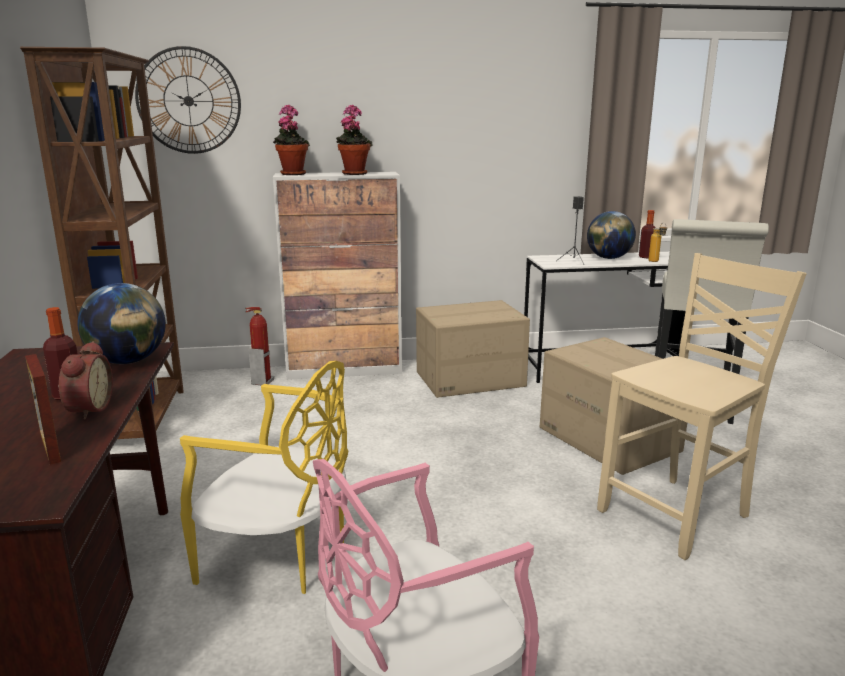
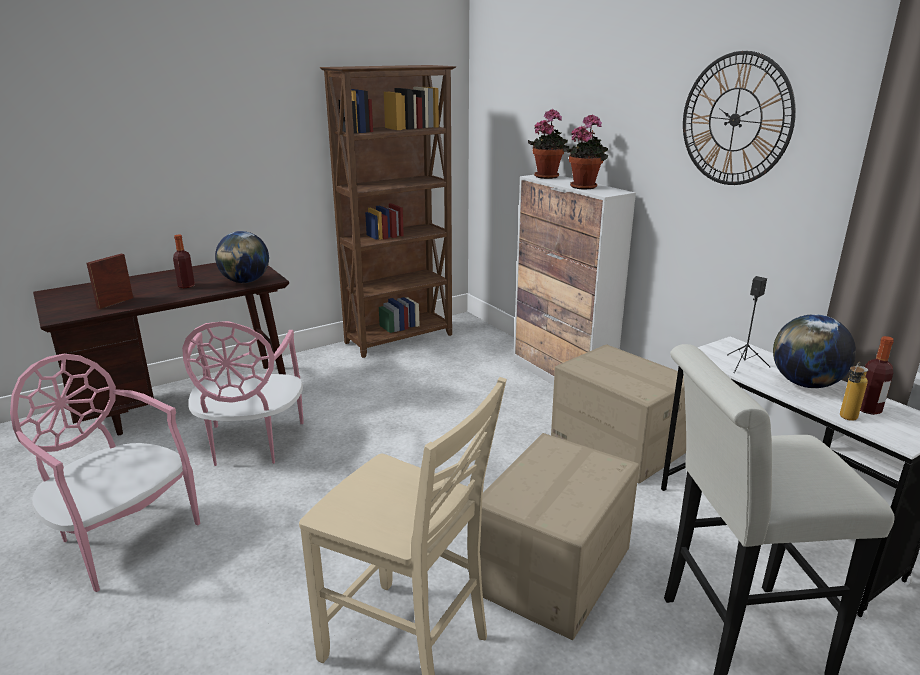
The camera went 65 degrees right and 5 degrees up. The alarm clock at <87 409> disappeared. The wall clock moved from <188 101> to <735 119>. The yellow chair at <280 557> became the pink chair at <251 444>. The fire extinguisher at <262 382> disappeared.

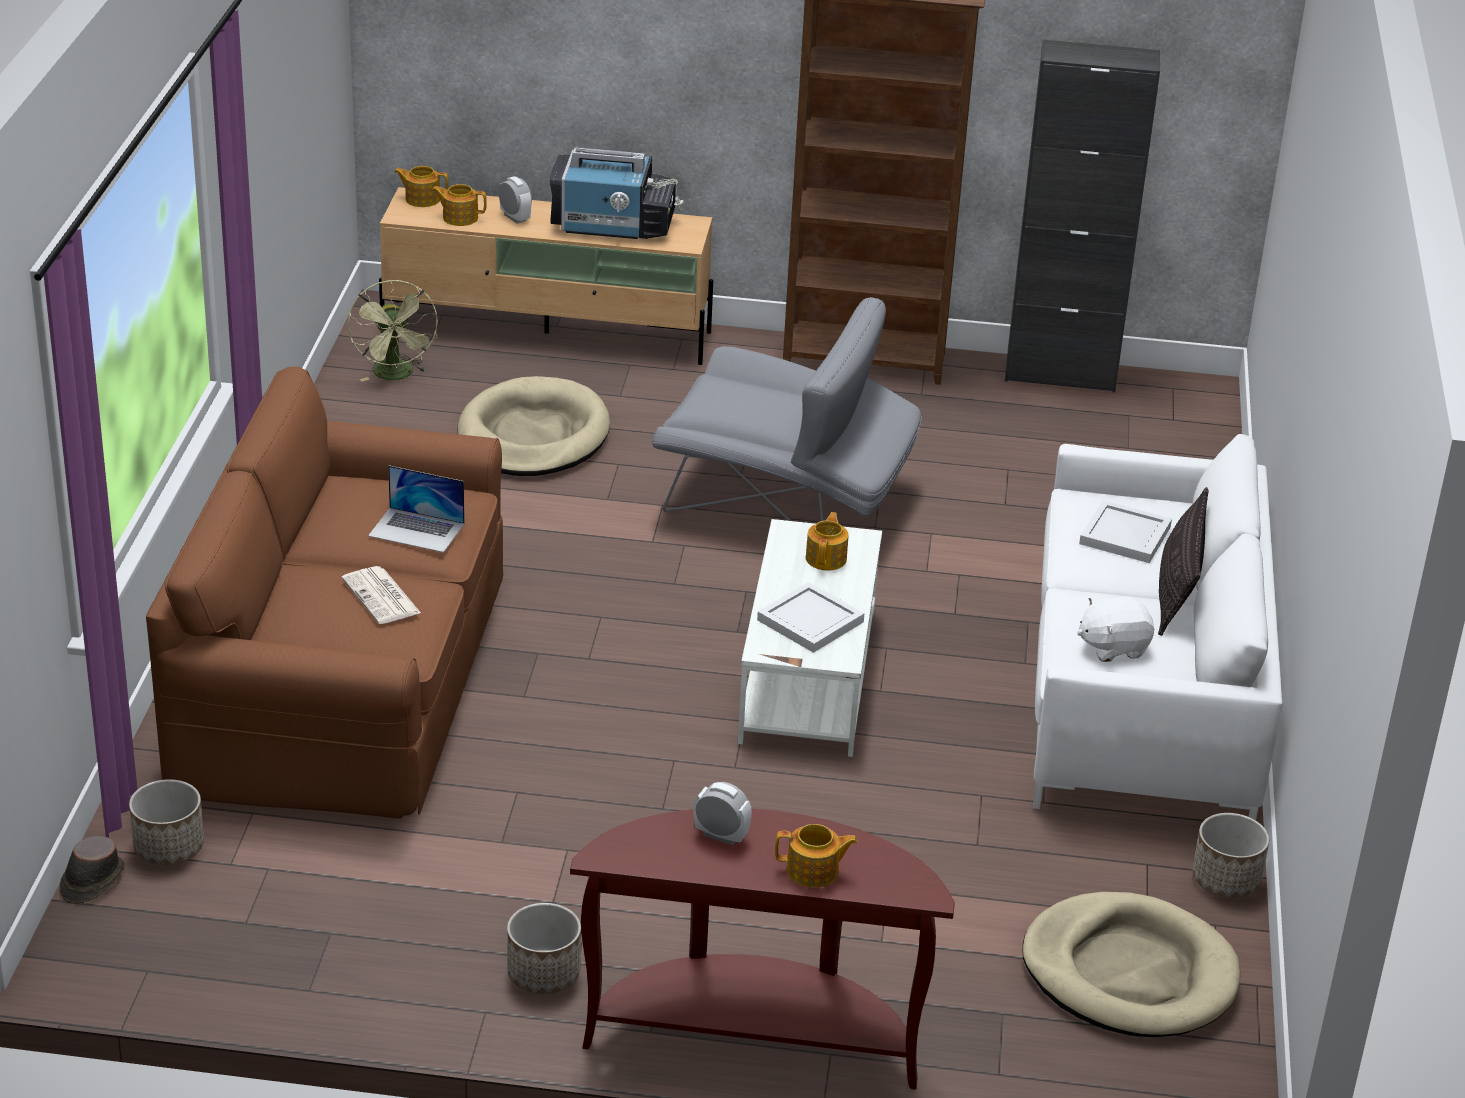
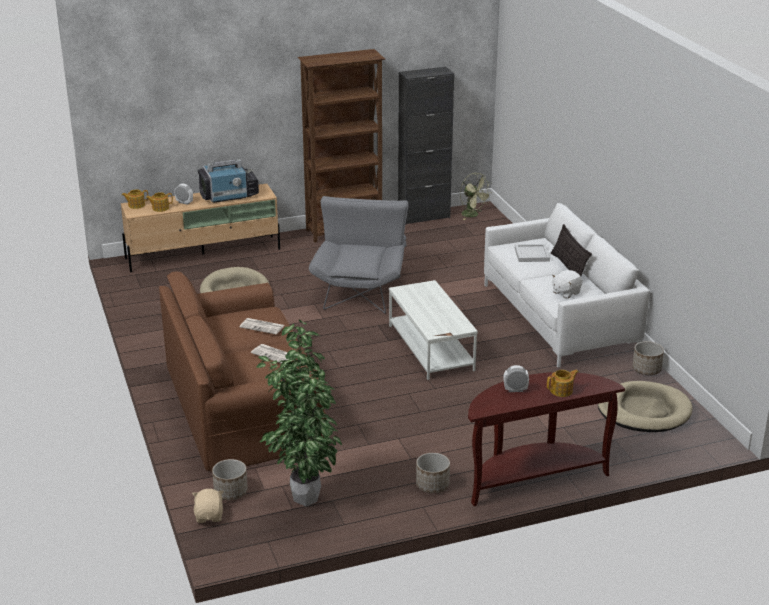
The camera went 25 degrees left and 5 degrees down. The brown hat at <92 881> was replaced by the beige plush toy at <209 516>. The green fan moved from <396 376> to <473 215>. The laptop at <417 530> was replaced by the newspaper at <262 326>. The grey armchair at <785 500> turned 75 degrees counterclockwise. The white tray at <810 622> disappeared. The teapot at <826 558> disappeared. The potted plant at <302 498> appeared.

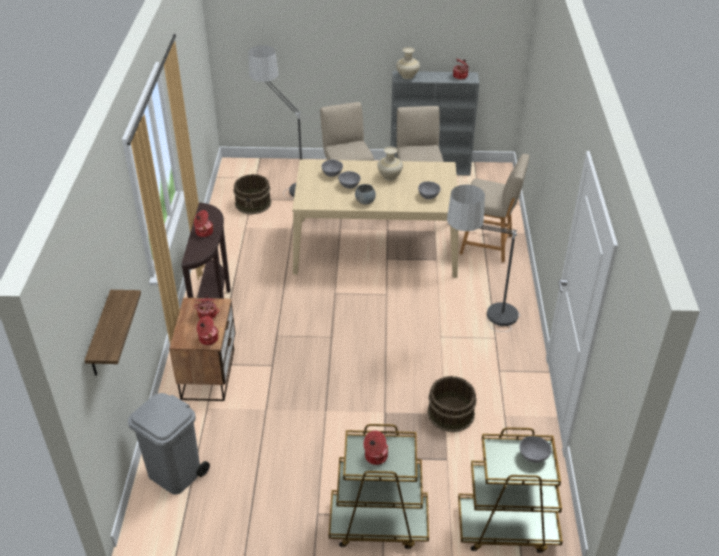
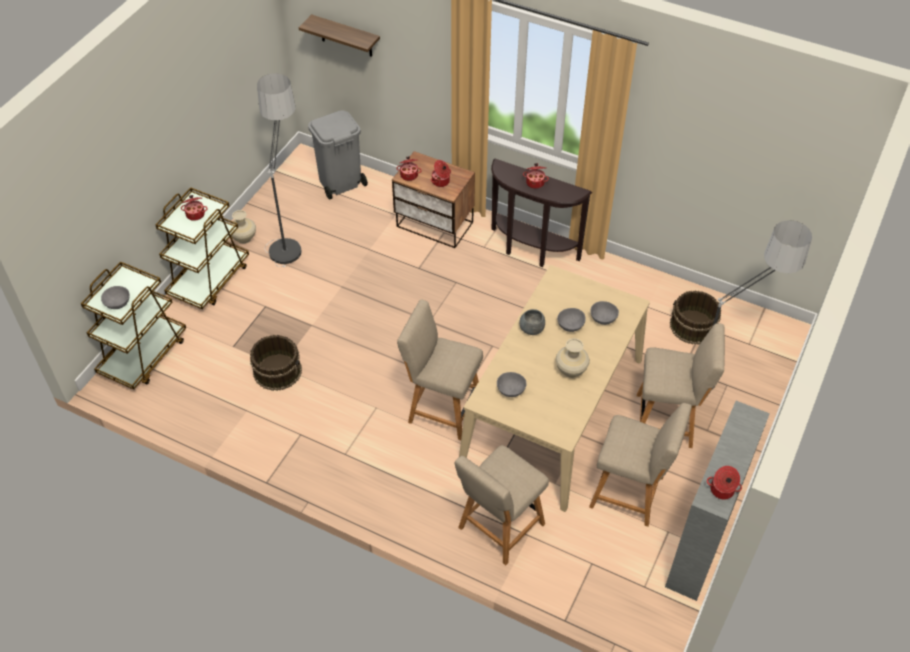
The camera went 115 degrees right and 10 degrees up. The beige vase moved from <407 76> to <244 238>. The floor lamp moved from <479 323> to <288 234>. The beige chair at <441 408> appeared.

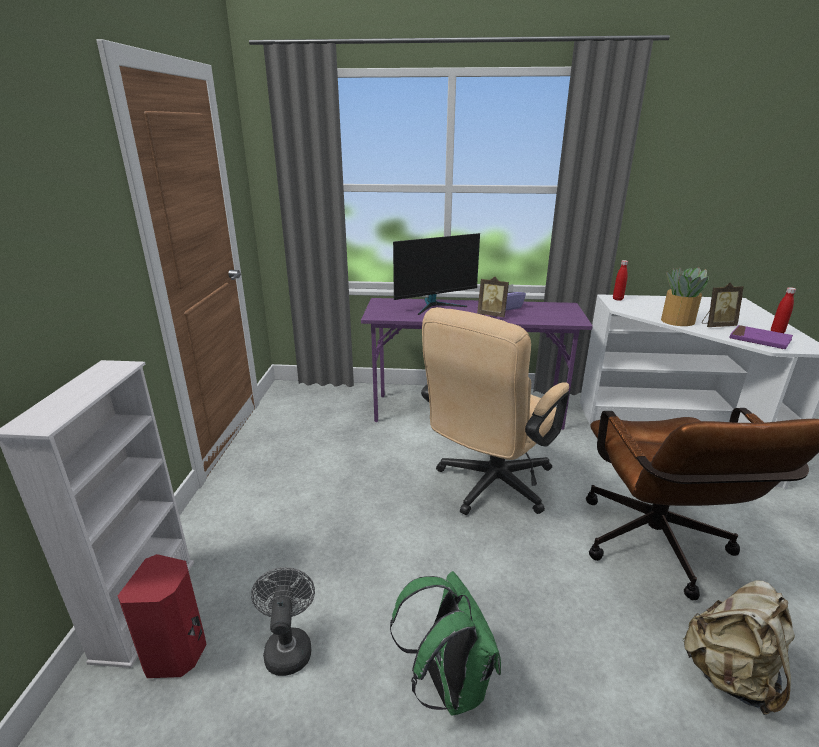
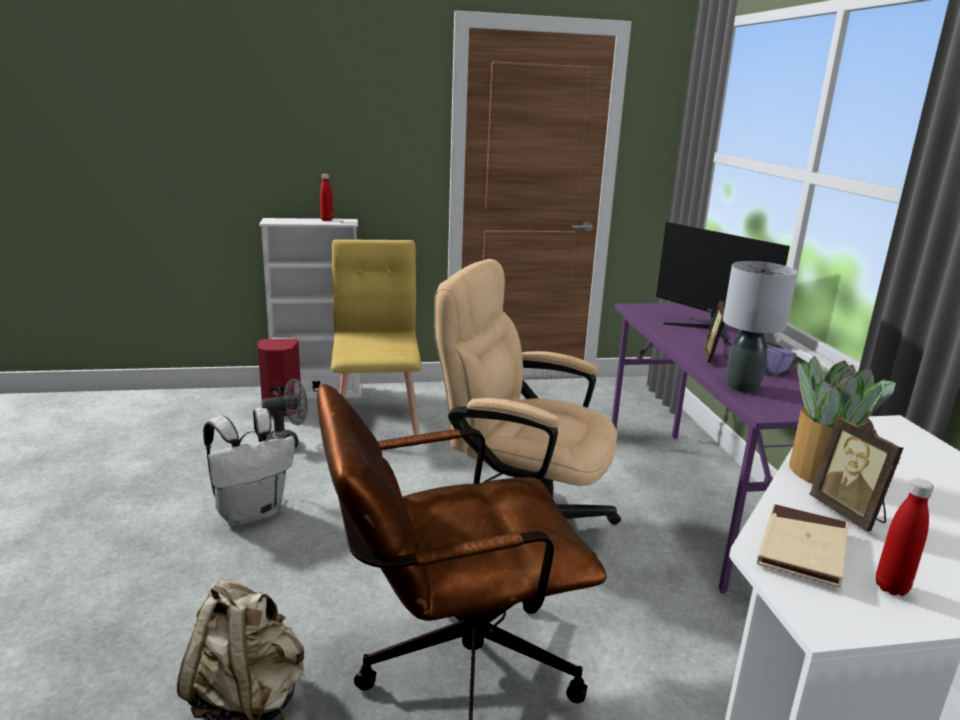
The camera went 75 degrees right and 5 degrees down. The green backpack at <448 684> became the white backpack at <251 512>. The red bottle moved from <617 299> to <326 220>. The purple book at <759 340> became the beige book at <802 549>. The yellow chair at <377 422> appeared. The grey table lamp at <741 387> appeared.

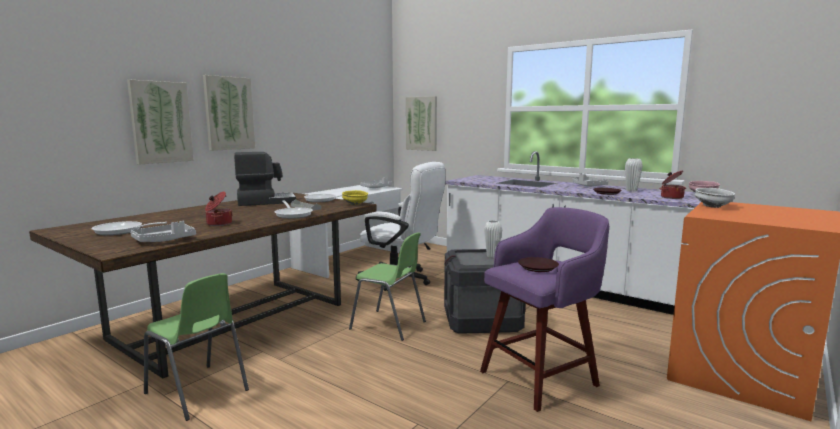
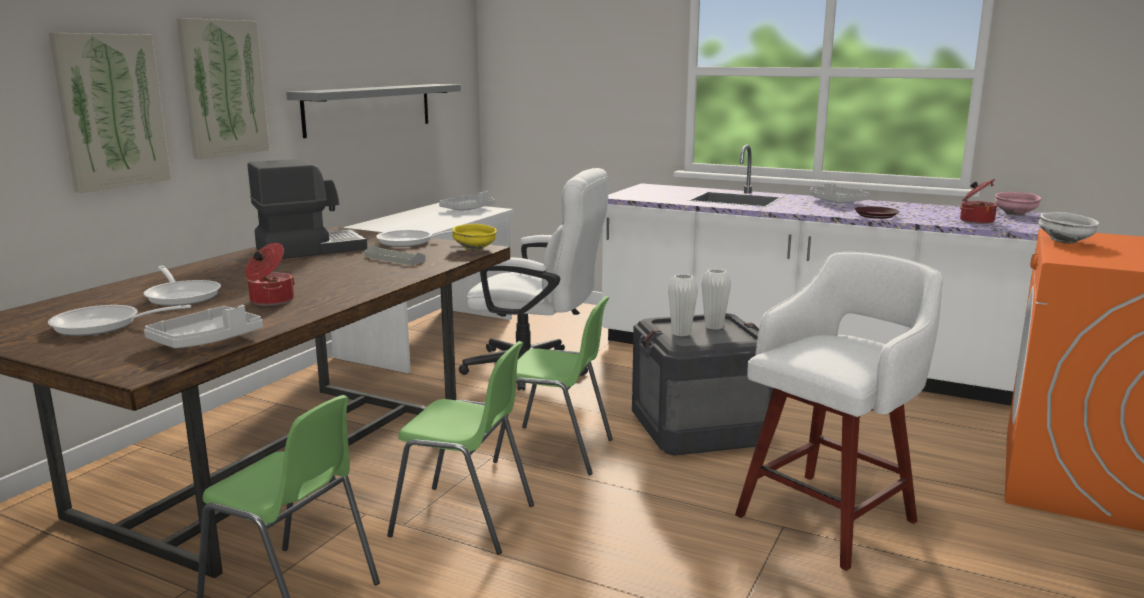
The camera went 10 degrees left and 5 degrees up. The frying pan moved from <293 214> to <182 296>. The picture at <422 123> disappeared. The purple stool at <541 377> became the white stool at <829 516>. The brown plate at <537 268> disappeared. The white vase moved from <631 190> to <681 333>. The grey shelf at <369 108> appeared. The green chair at <465 520> appeared.

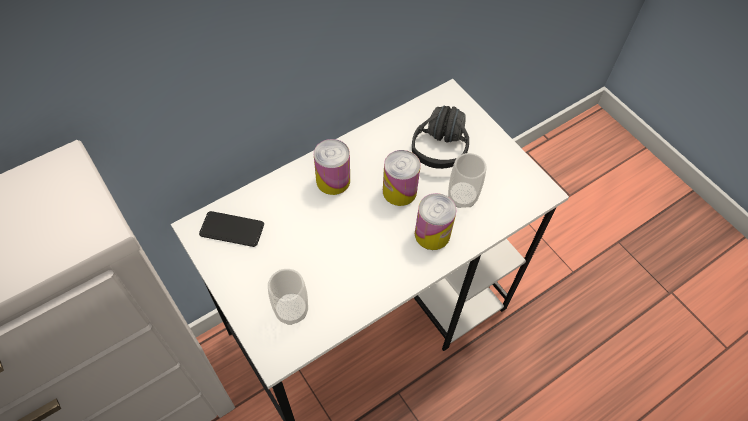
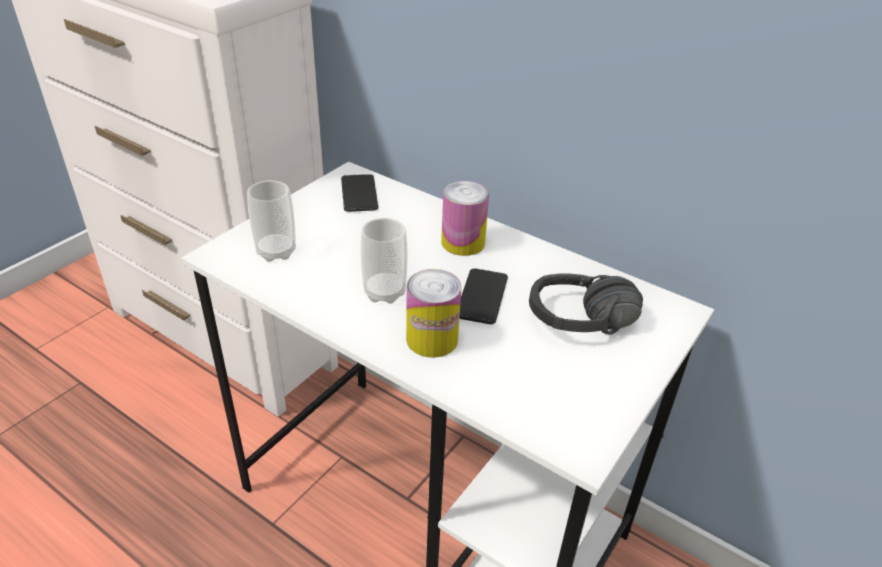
The camera went 70 degrees right and 20 degrees down. The can at <399 191> was replaced by the phone at <482 297>. The cup moved from <462 197> to <384 292>.

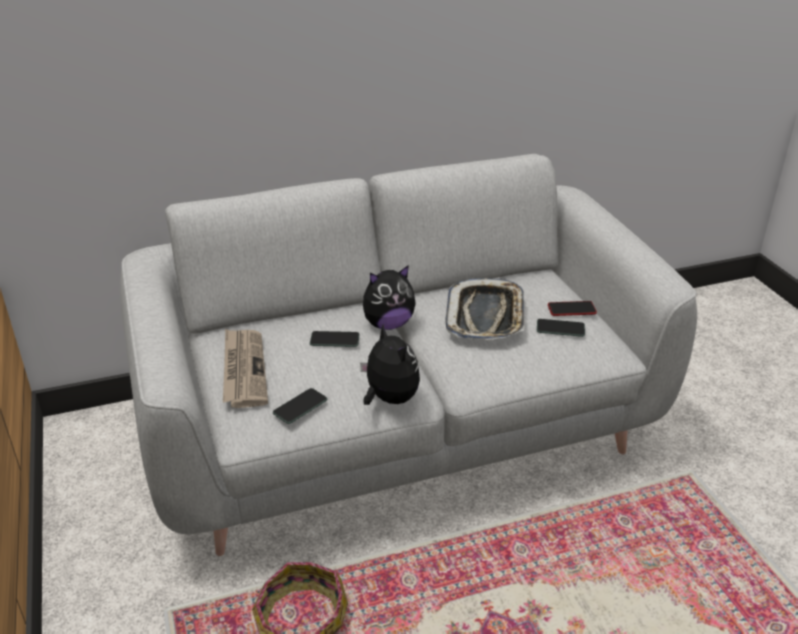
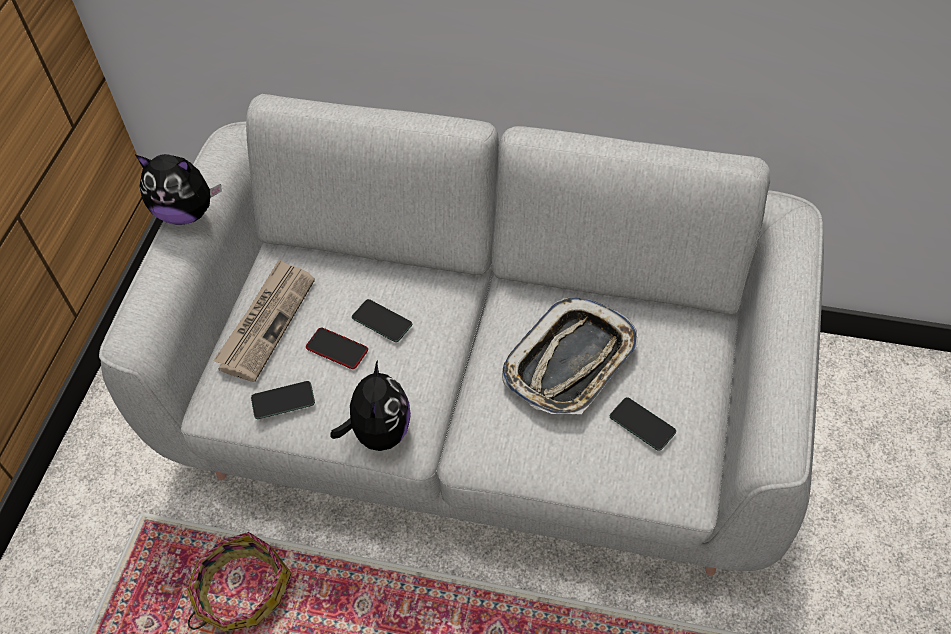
The camera went 35 degrees right and 20 degrees up. The plush toy moved from <388 324> to <186 212>. The phone moved from <571 309> to <337 349>.

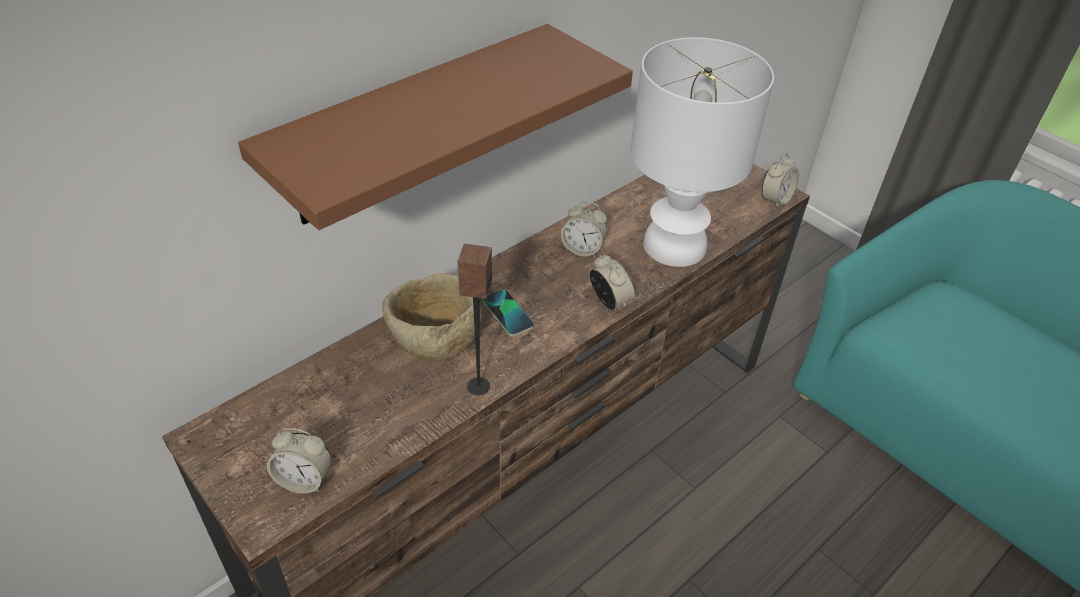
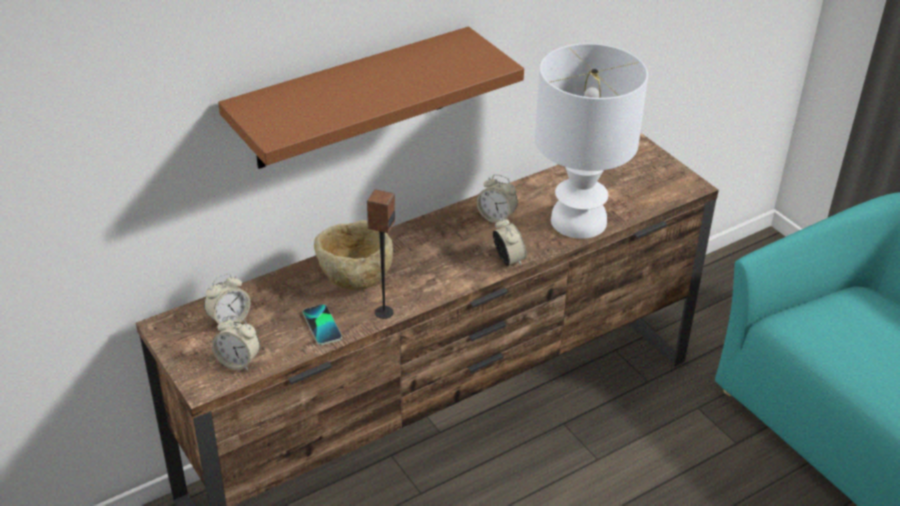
The camera went 10 degrees right and 5 degrees down. The phone moved from <508 313> to <322 325>. The alarm clock moved from <775 199> to <229 320>.

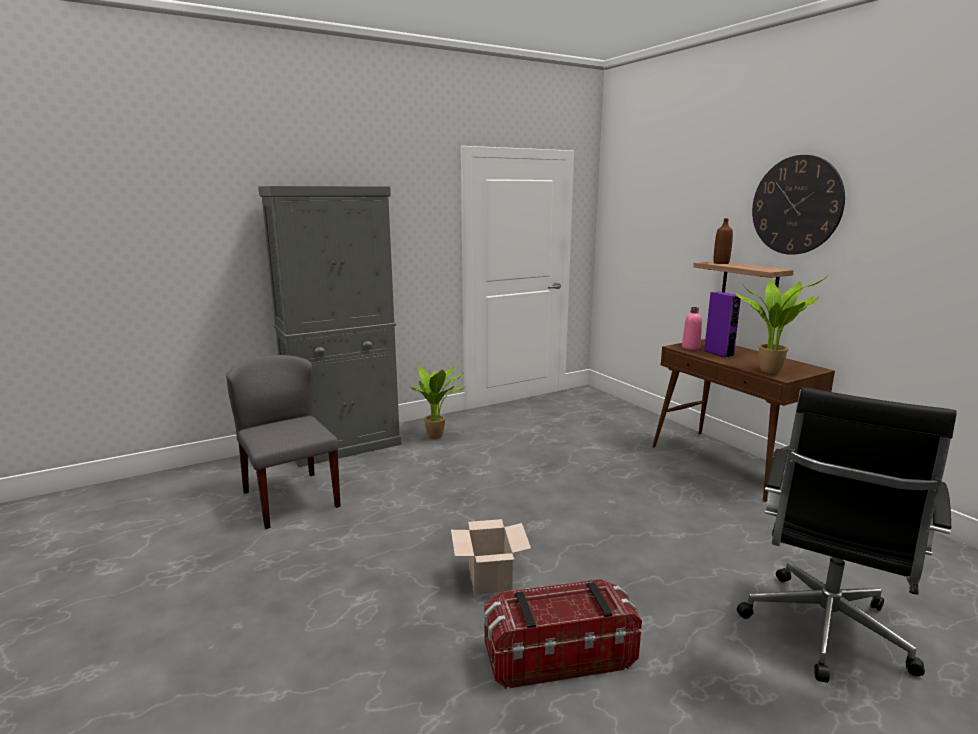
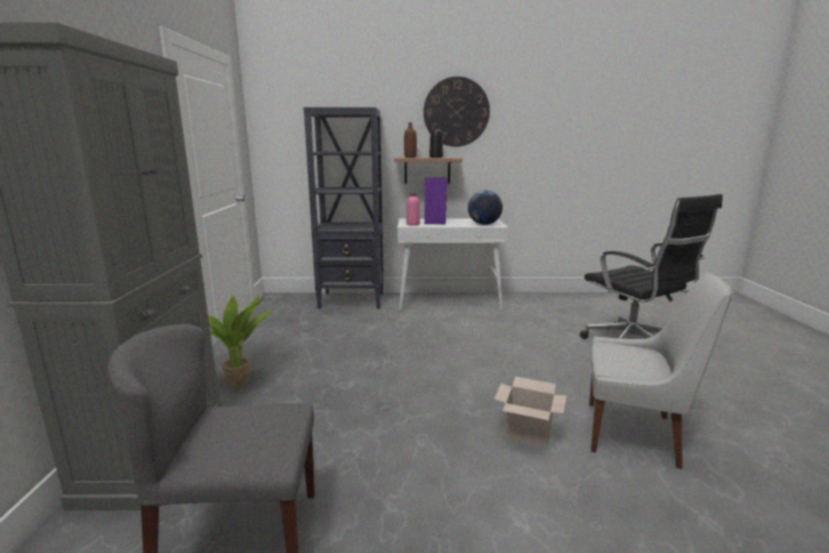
The camera went 60 degrees left and 0 degrees up. The storage box at <558 655> was replaced by the white chair at <636 434>. The brown console table at <729 463> became the white console table at <449 301>. The potted plant at <771 371> was replaced by the globe at <484 224>. The black bookcase at <352 301> appeared. The black bottle at <436 157> appeared.

